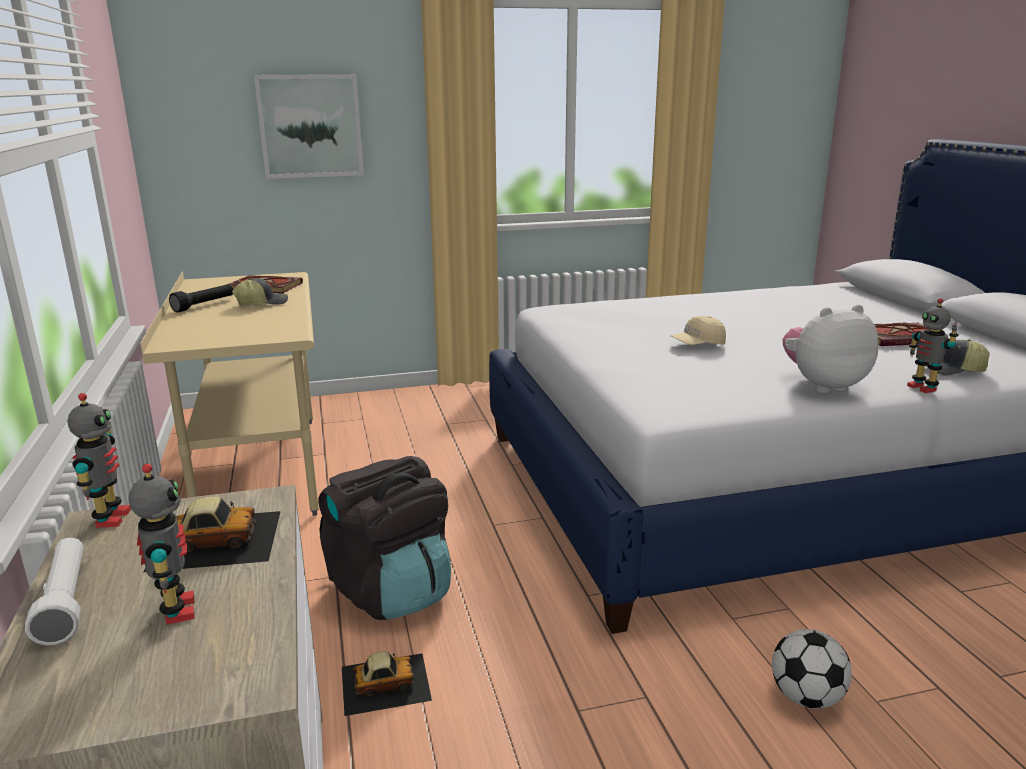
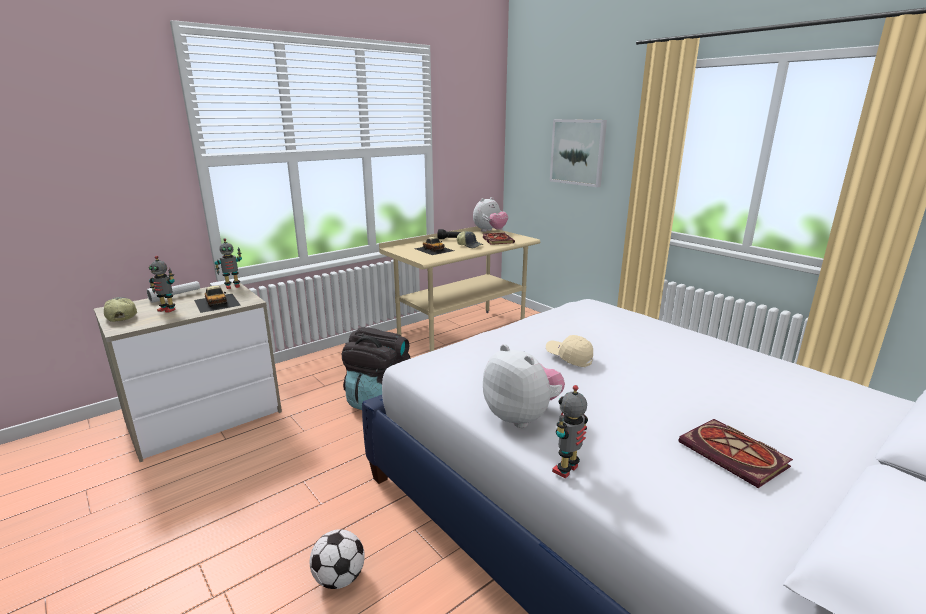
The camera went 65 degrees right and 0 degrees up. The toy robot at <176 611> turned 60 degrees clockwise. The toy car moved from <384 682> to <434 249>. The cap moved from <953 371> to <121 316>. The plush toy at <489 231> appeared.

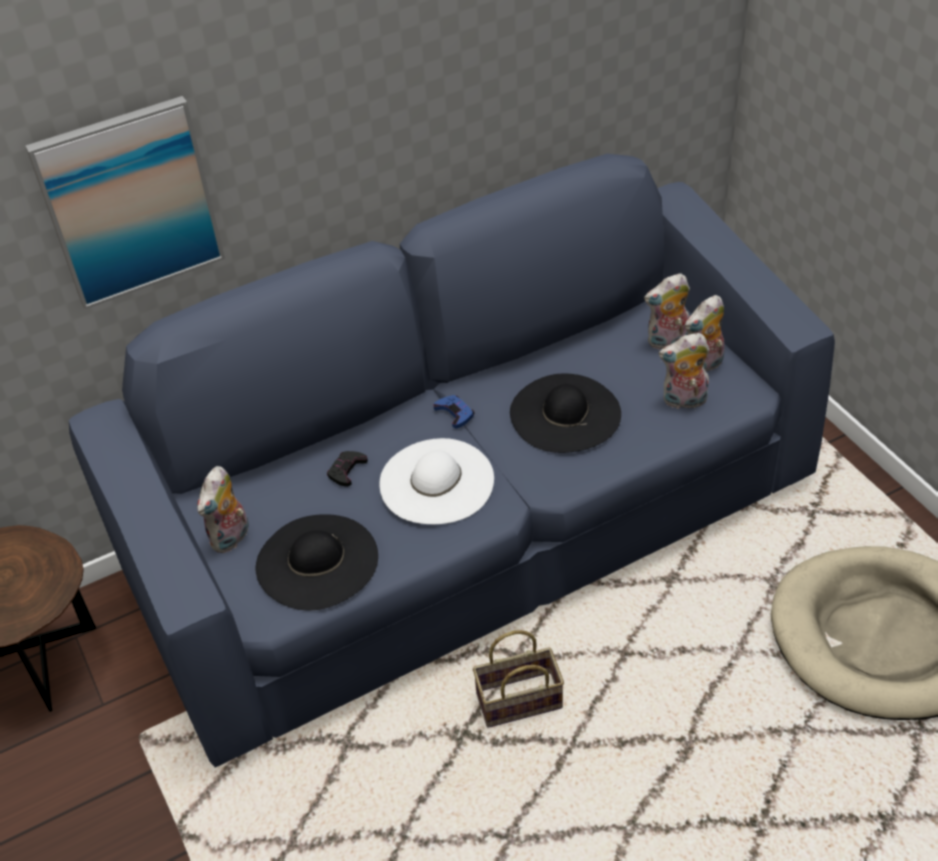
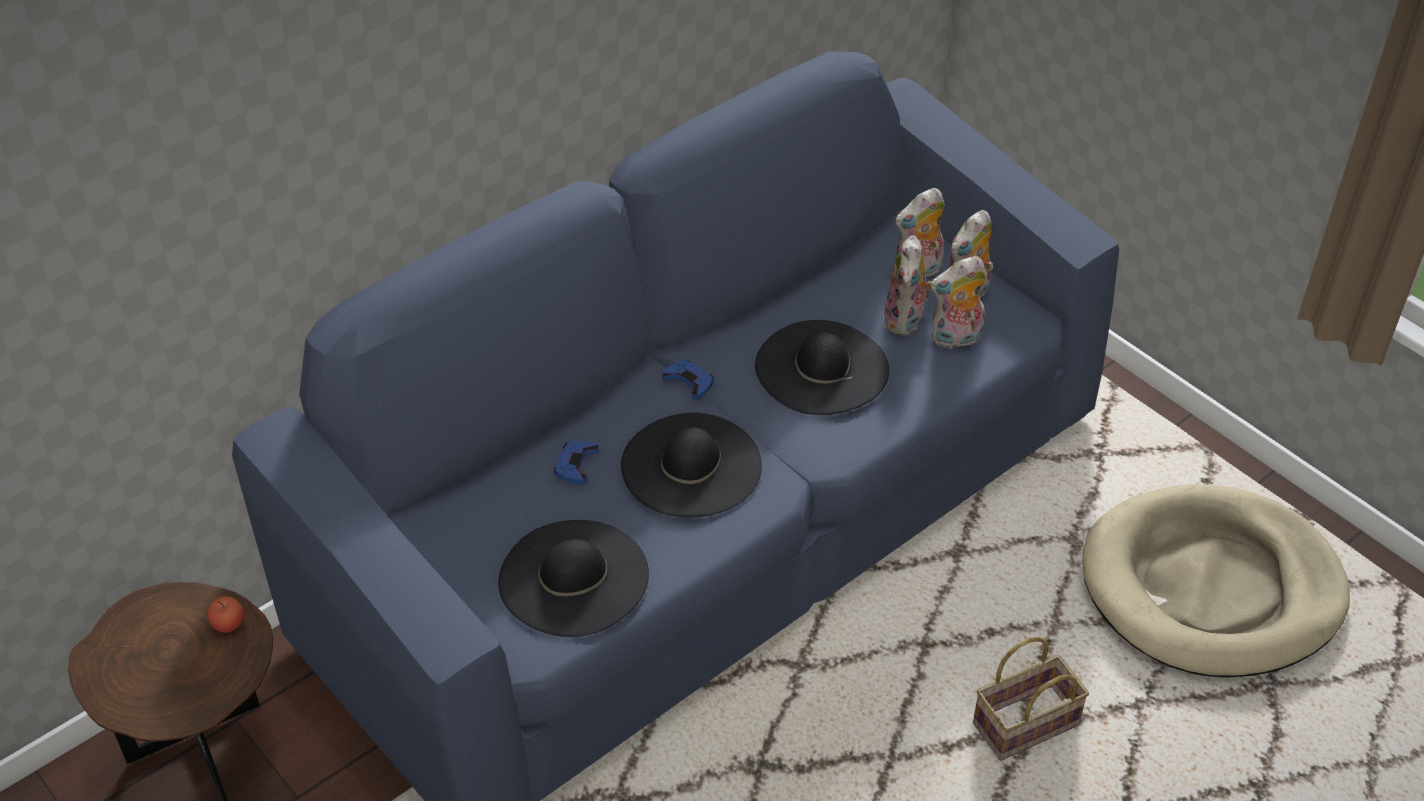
The camera went 15 degrees left and 0 degrees up. The picture at <130 203> disappeared. The plush toy moved from <231 538> to <906 321>. The black game controller at <346 470> became the blue game controller at <576 465>. The white hat at <437 481> became the black hat at <691 465>. The basket moved from <517 703> to <1024 727>. The apple at <228 624> appeared.

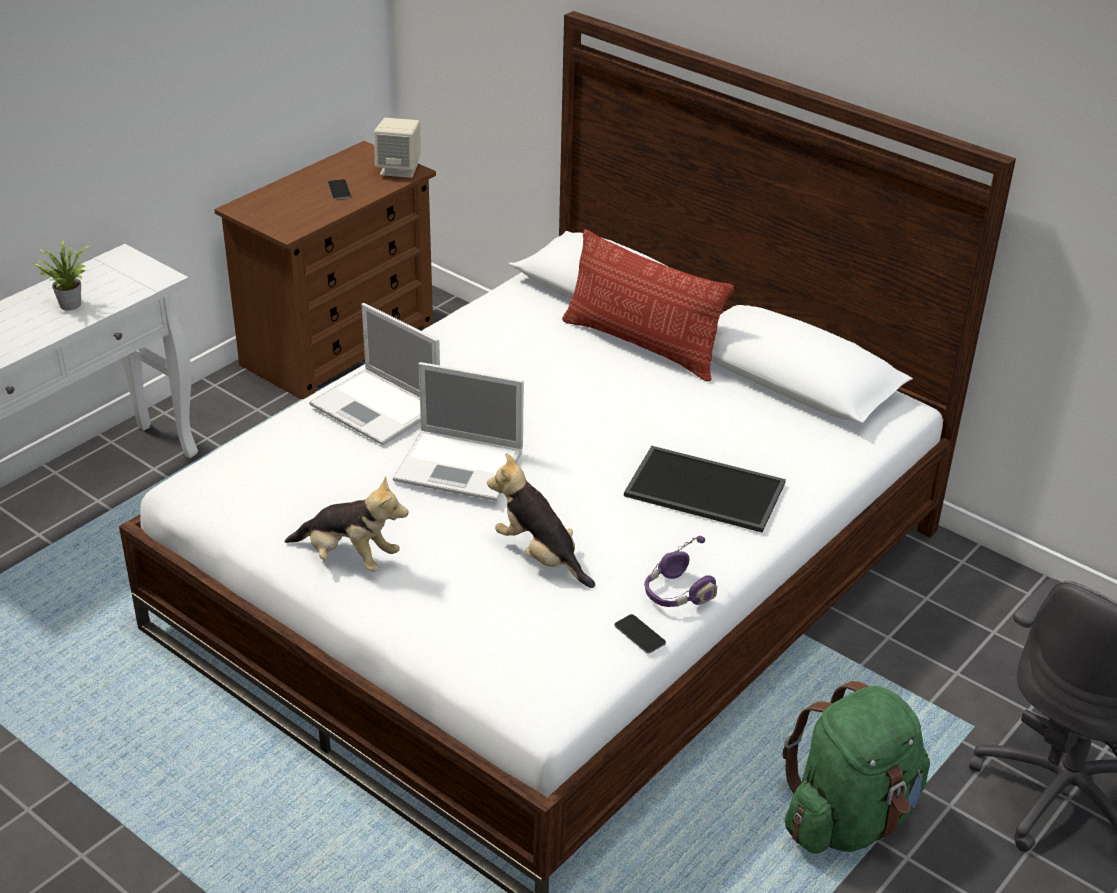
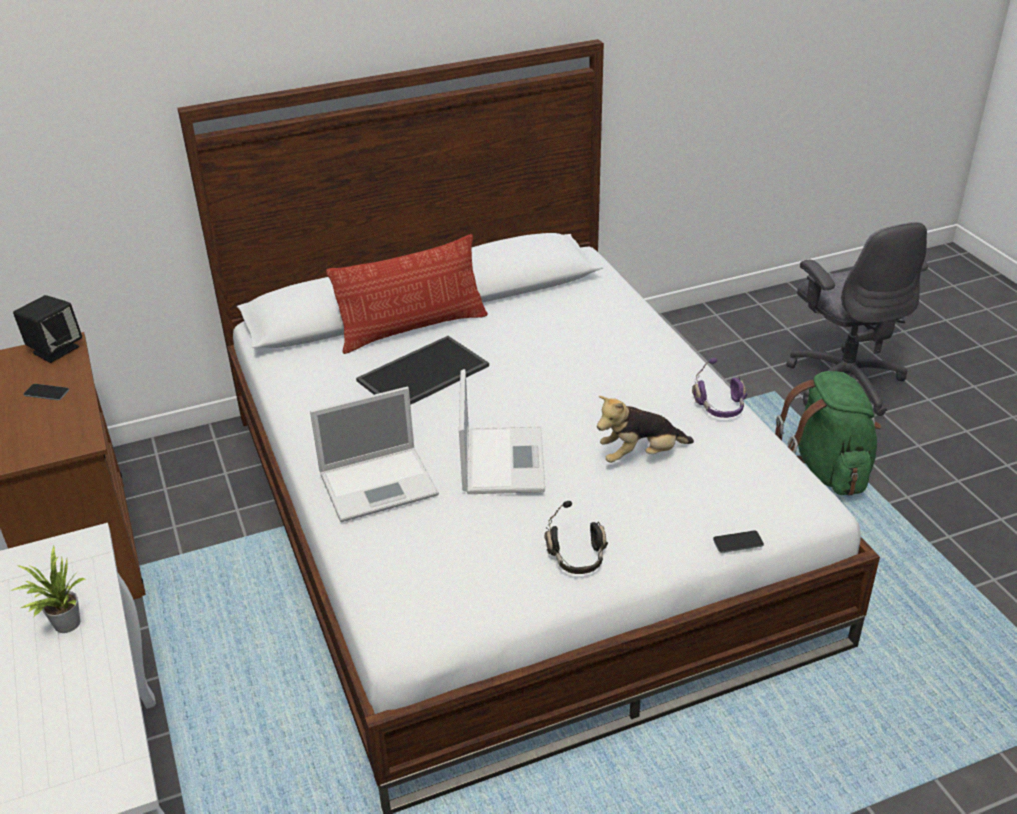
The camera went 60 degrees left and 0 degrees up. The plush toy at <349 558> was replaced by the black headphones at <577 558>. The beige speaker at <399 169> became the black speaker at <55 349>. The laptop at <461 466> turned 45 degrees counterclockwise. The phone moved from <639 634> to <738 542>. The tray moved from <702 490> to <423 375>.

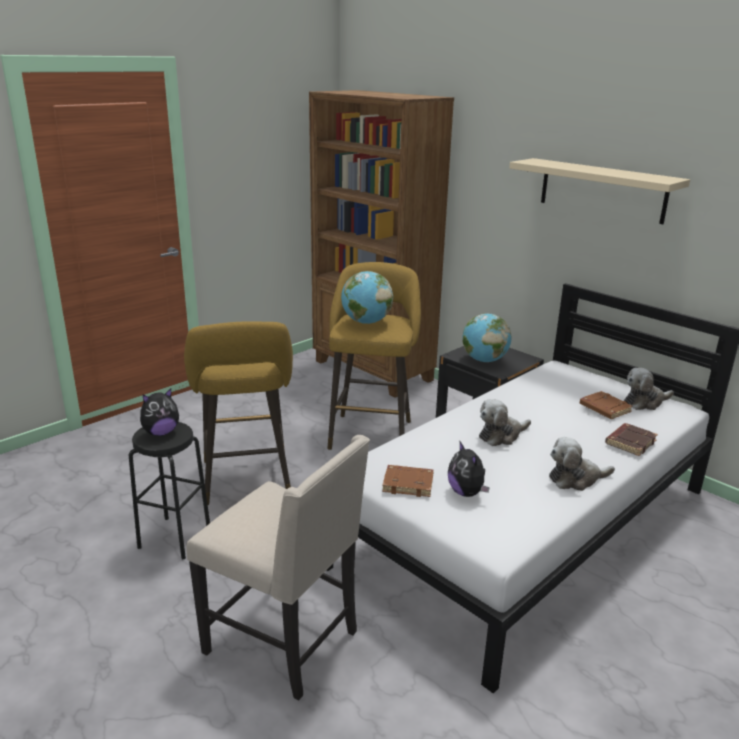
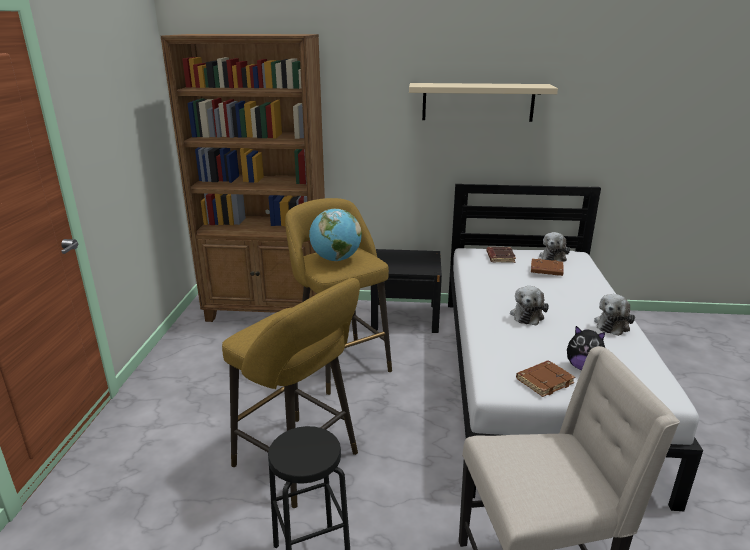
The camera went 40 degrees left and 0 degrees up. The plush toy at <161 432> disappeared. The globe at <484 360> disappeared. The brown book moved from <630 442> to <499 257>.

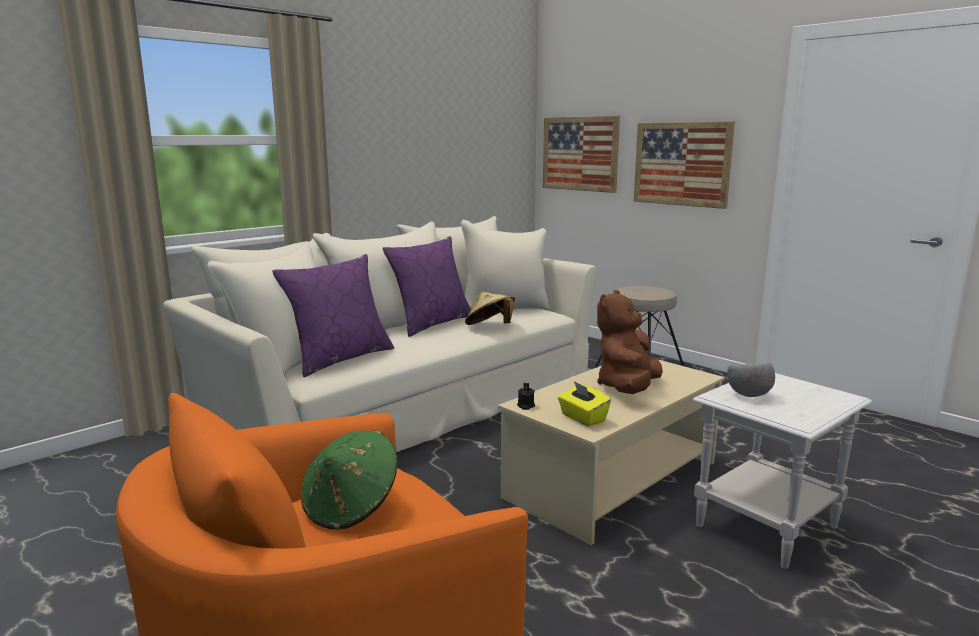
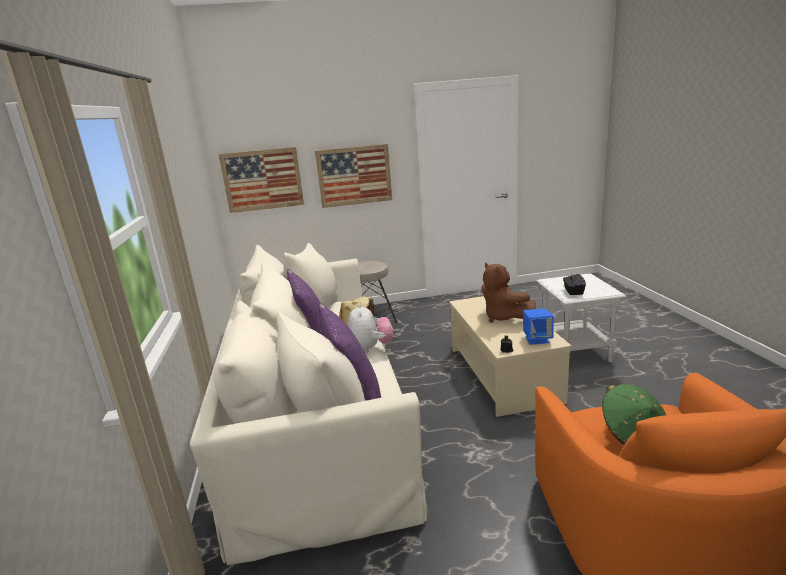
The camera went 55 degrees left and 5 degrees up. The yellow tissue box at <582 418> was replaced by the blue speaker at <537 339>. The grey bowl at <748 395> was replaced by the black tissue box at <573 291>. The plush toy at <371 348> appeared.

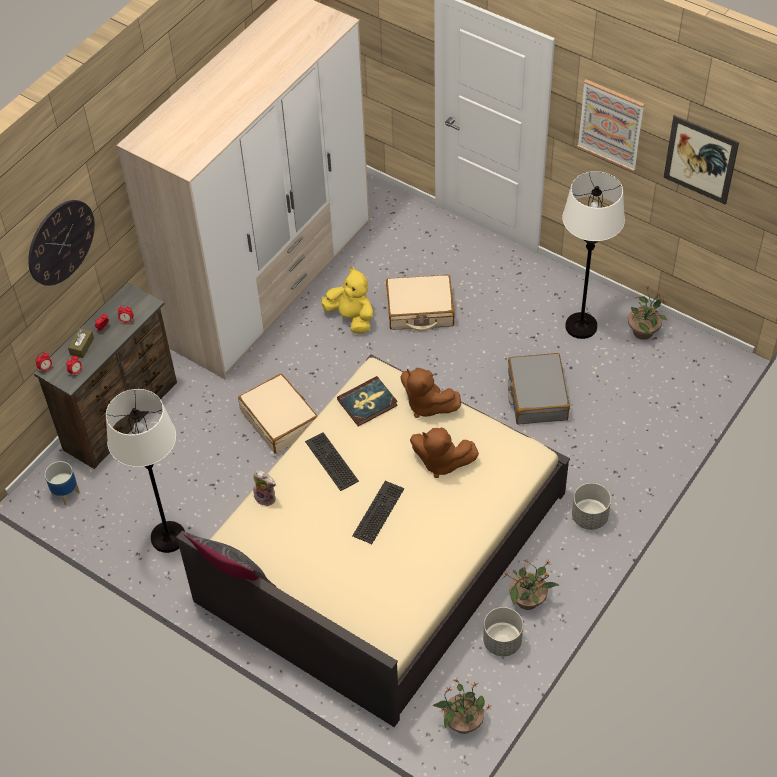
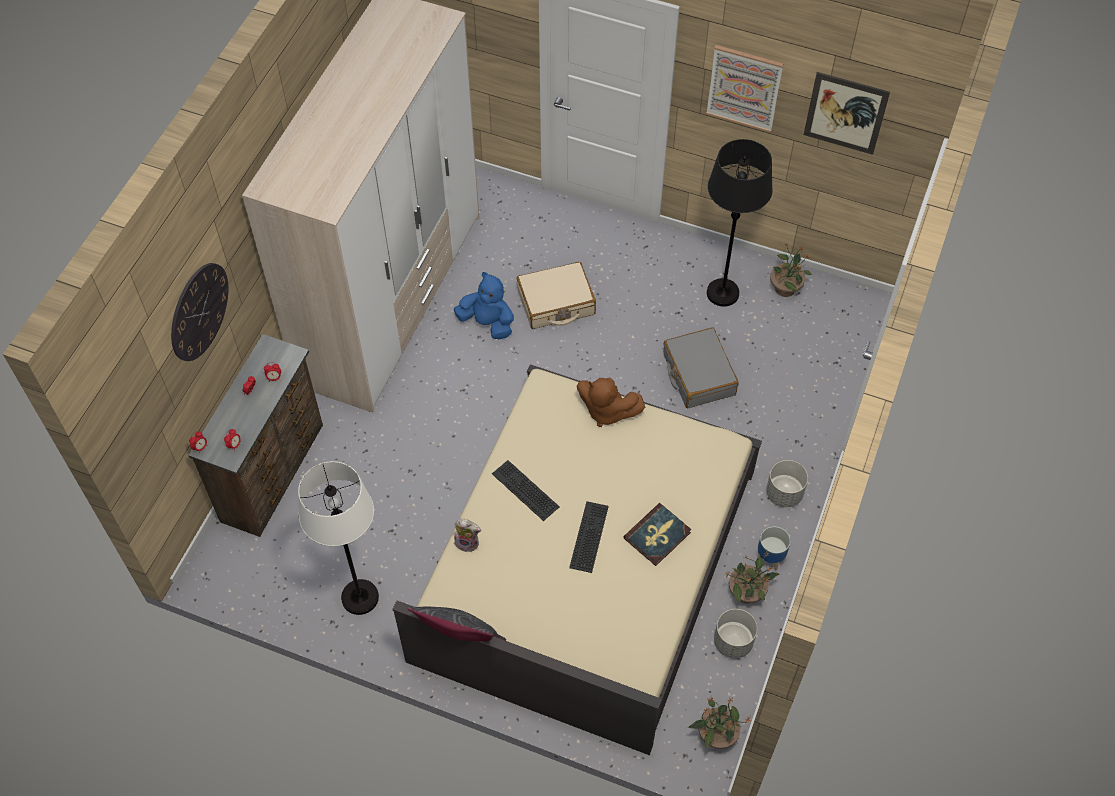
The camera went 15 degrees left and 5 degrees up. The planter moved from <66 493> to <770 558>. The brown tissue box at <82 346> disappeared. The beige suitcase at <280 420> disappeared. The yellow plush toy at <351 318> became the blue plush toy at <487 323>. The book moved from <367 403> to <657 536>. The brown plush toy at <441 462> disappeared. The white floor lamp at <581 326> became the black floor lamp at <723 293>.

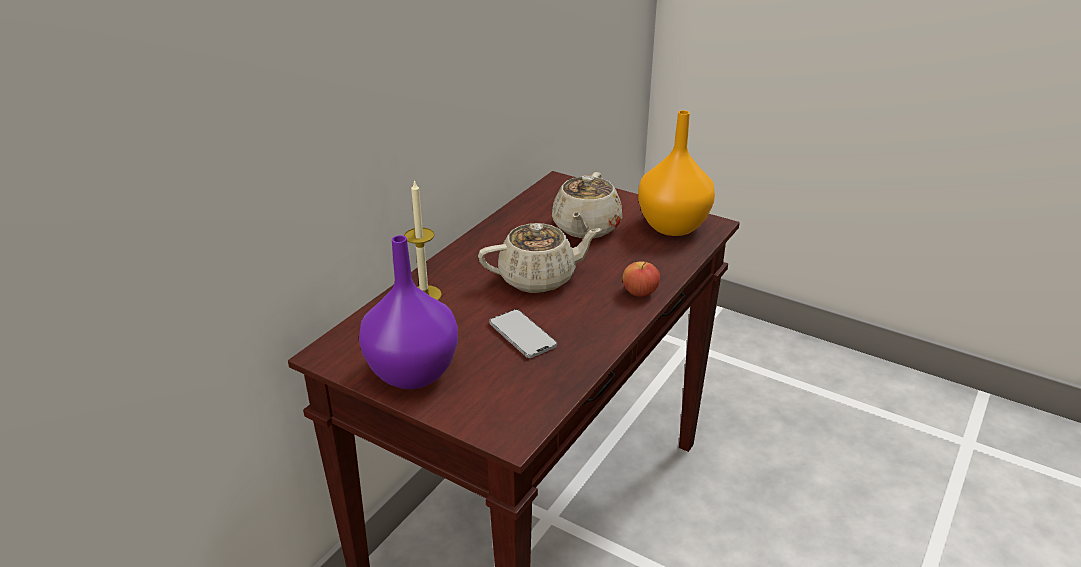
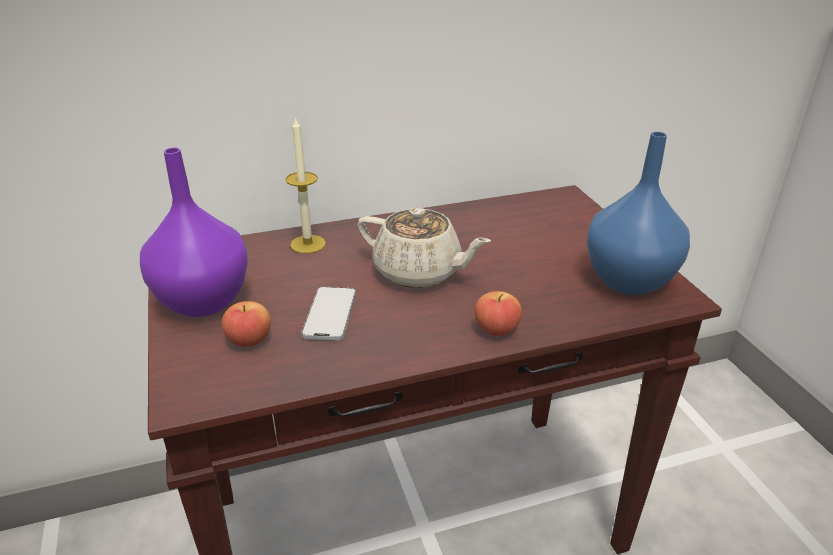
The camera went 40 degrees right and 0 degrees up. The beige teapot at <585 228> disappeared. The orange vase at <674 226> became the blue vase at <631 281>. The apple at <249 340> appeared.

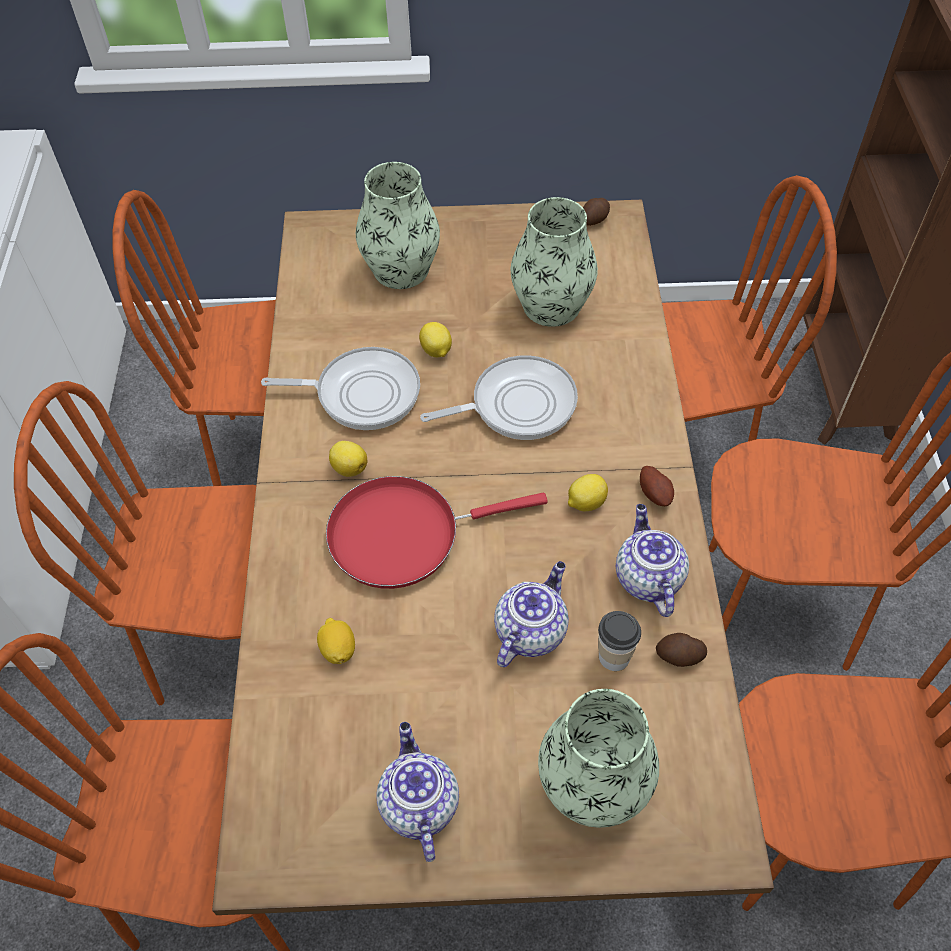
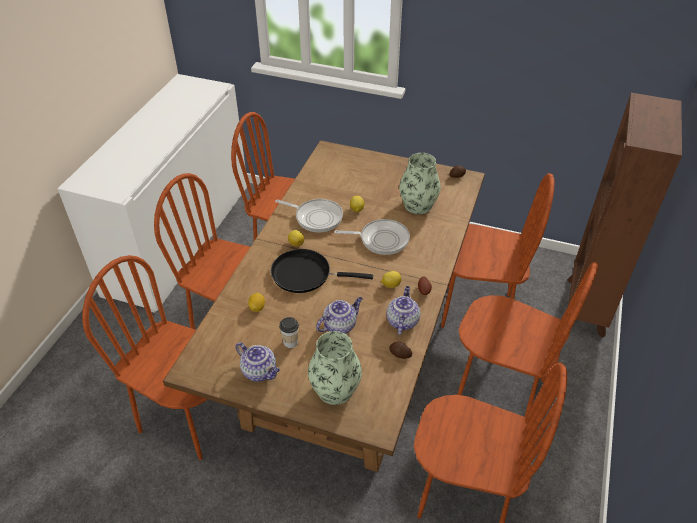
The camera went 20 degrees right and 10 degrees down. The red frying pan at <403 534> became the black frying pan at <305 274>. The vase at <401 269> disappeared. The teapot at <418 803> turned 120 degrees clockwise. The cup moved from <614 657> to <290 342>.

